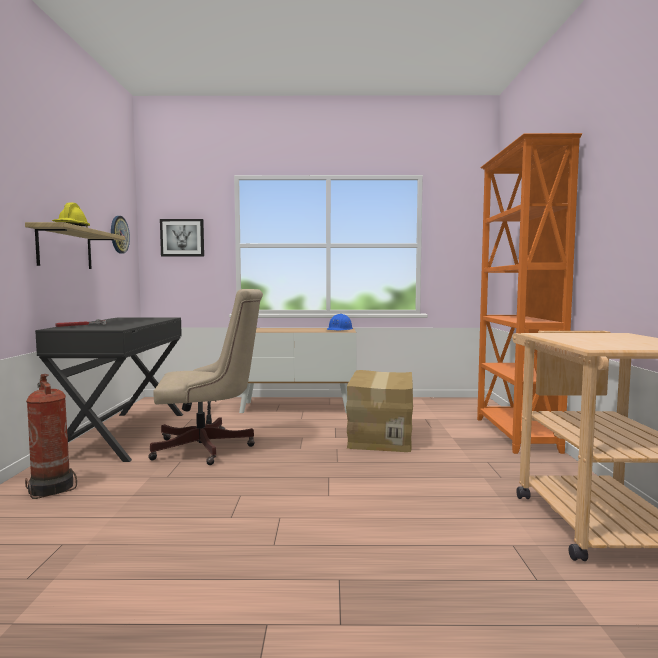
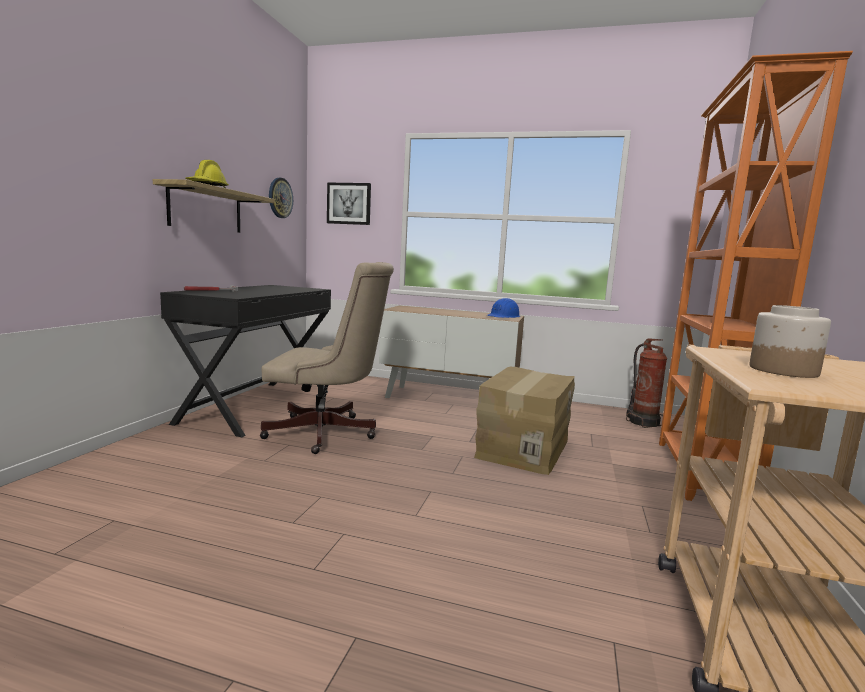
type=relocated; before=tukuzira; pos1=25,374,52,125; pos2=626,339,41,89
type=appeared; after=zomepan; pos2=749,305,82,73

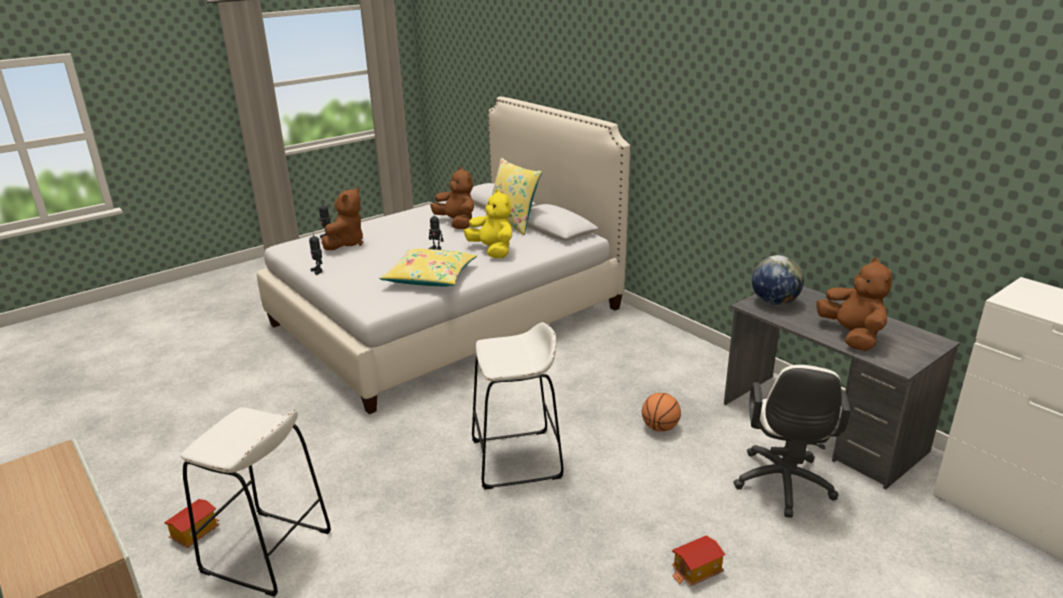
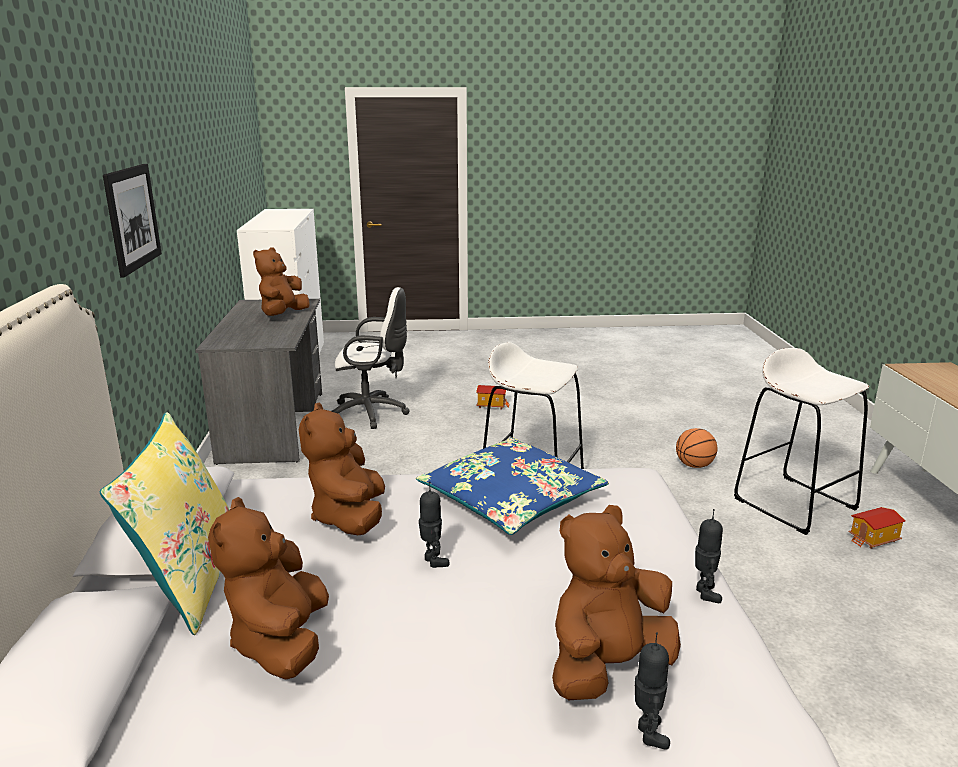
type=colour; before=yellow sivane; after=brown sivane; pos1=464,190,48,68; pos2=299,402,86,133
type=colour; before=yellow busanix; after=blue busanix; pos1=379,249,98,38; pos2=416,437,193,98
type=missing; before=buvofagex; pos1=752,255,52,51
type=spun; before=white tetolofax; pos1=733,365,118,153; pos2=332,287,78,142; turn=45
type=relocated; before=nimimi; pos1=642,393,39,39; pos2=676,428,41,40
type=appeared; after=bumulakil; pos2=103,164,59,113

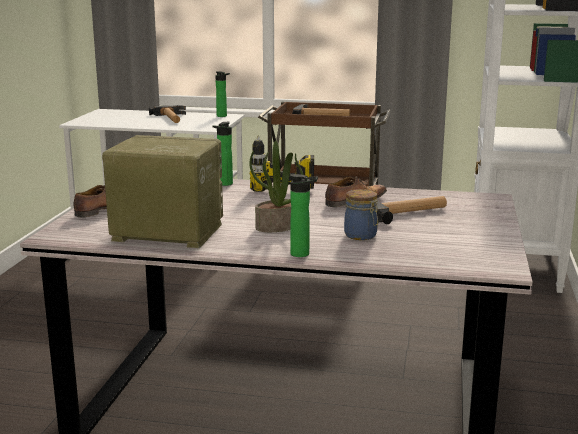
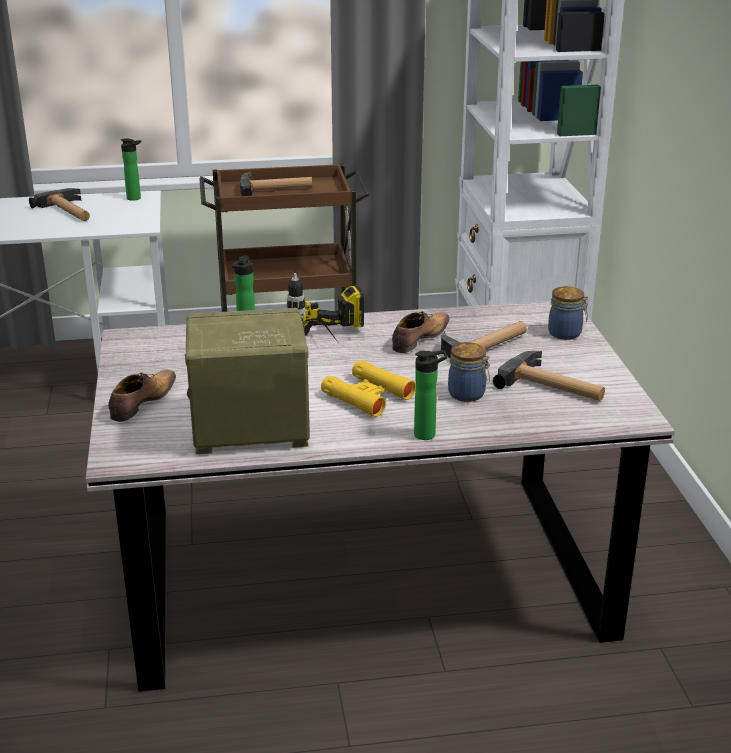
type=exchanged; before=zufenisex; after=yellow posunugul; pos1=249,141,55,91; pos2=321,360,95,57
type=appeared; after=zomepan; pos2=548,286,41,54
type=appeared; after=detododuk; pos2=493,351,112,50

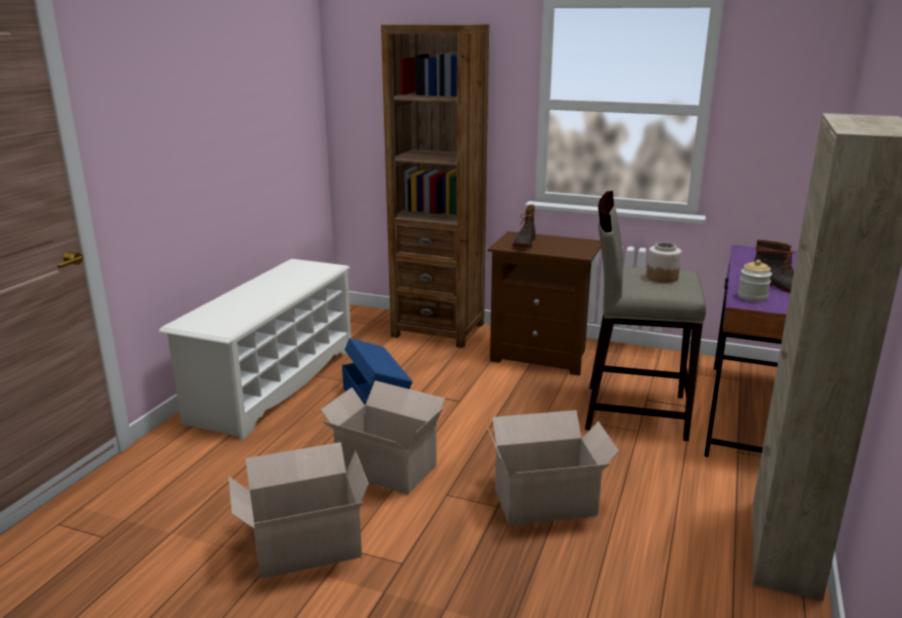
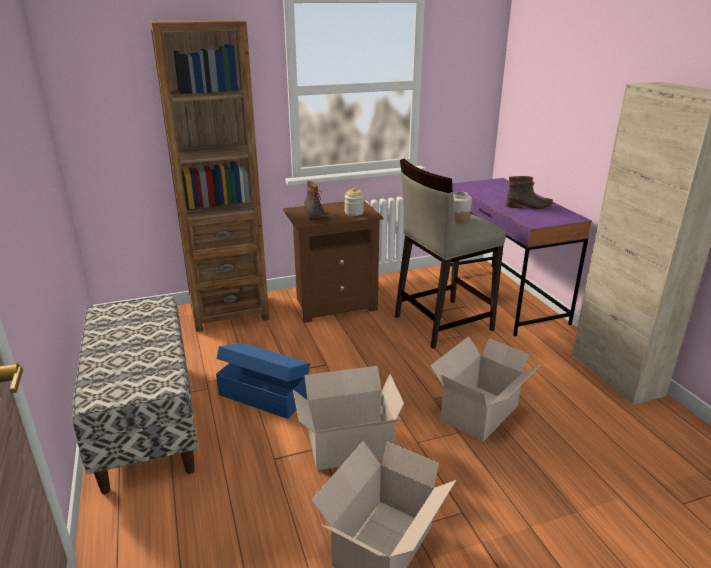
type=exchanged; before=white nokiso; after=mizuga; pos1=159,259,192,181; pos2=72,295,126,199
type=relocated; before=zomepan; pos1=738,260,34,42; pos2=344,188,20,28

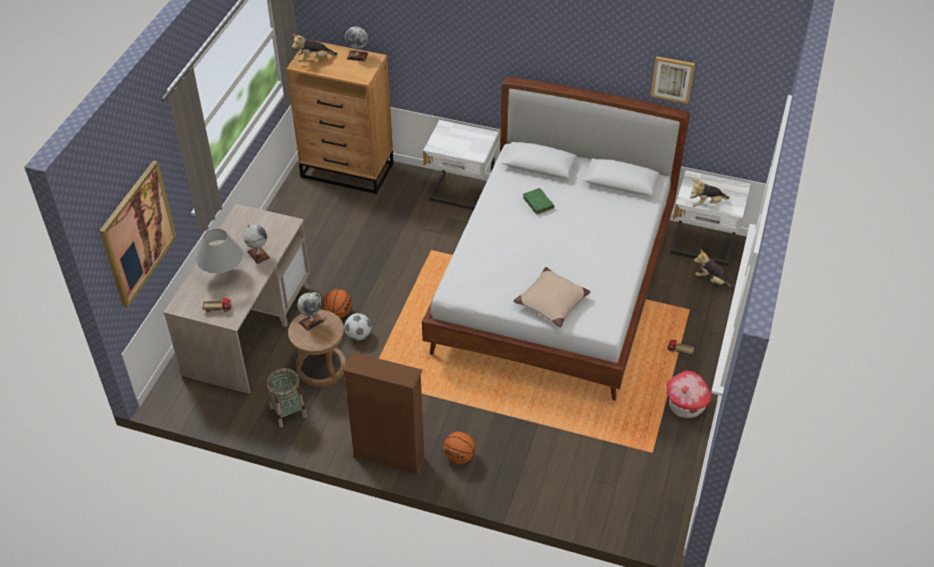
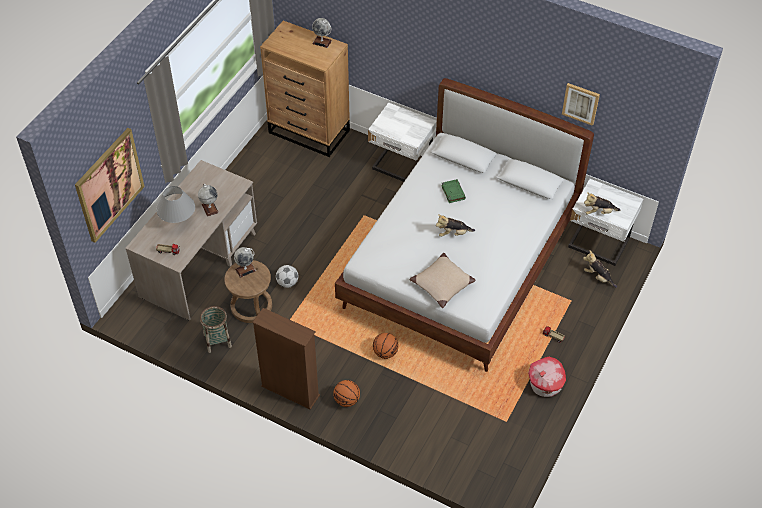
type=relocated; before=sivane; pos1=292,34,46,28; pos2=436,214,39,23
type=relocated; before=nimimi; pos1=323,289,29,29; pos2=373,333,26,26

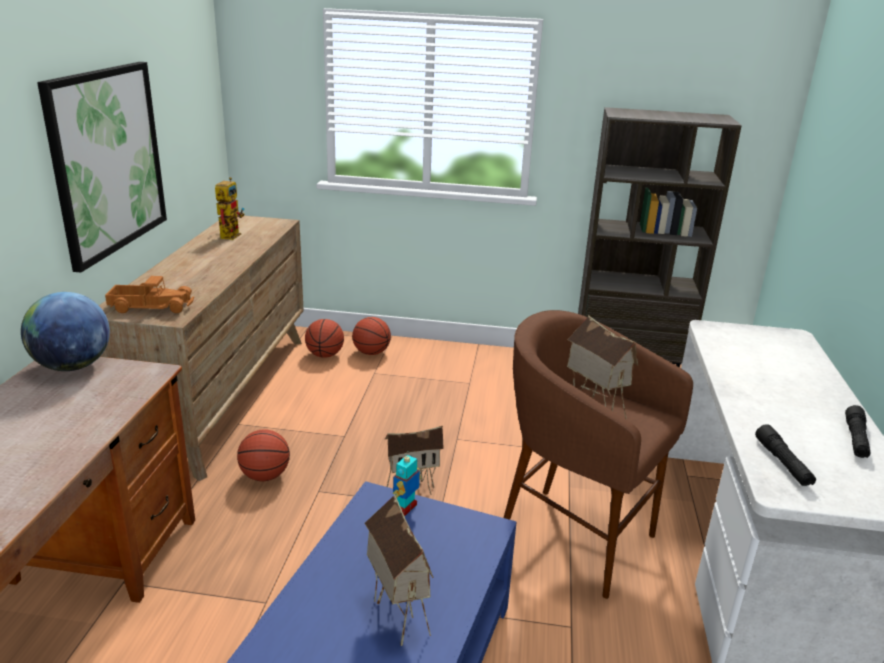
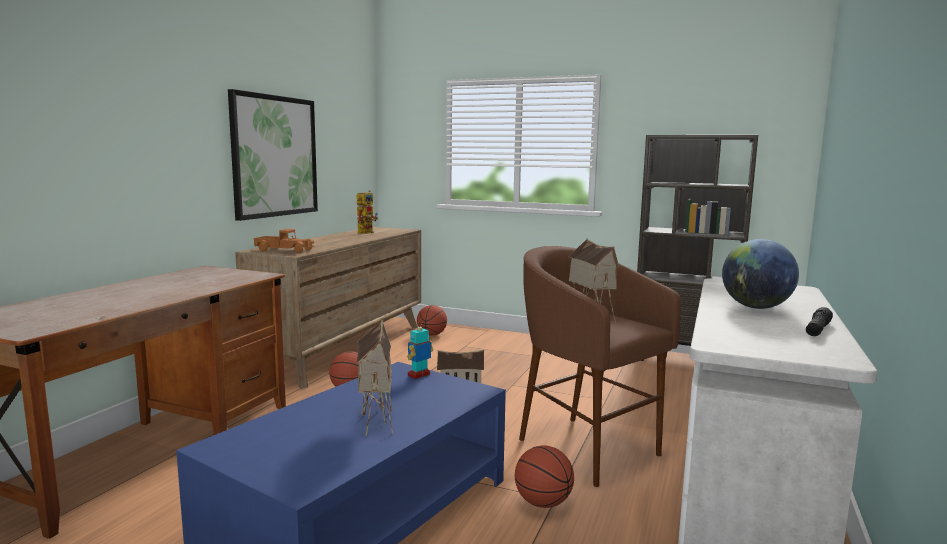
type=relocated; before=buvofagex; pos1=21,292,89,79; pos2=722,239,77,70
type=relocated; before=nimimi; pos1=352,317,39,38; pos2=515,445,59,63
type=missing; before=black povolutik; pos1=755,424,61,62

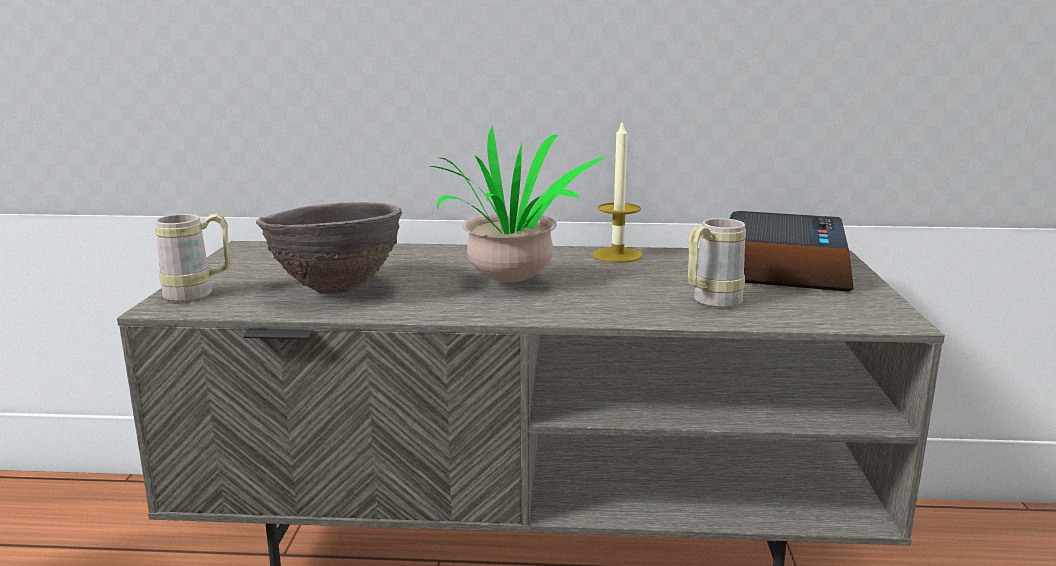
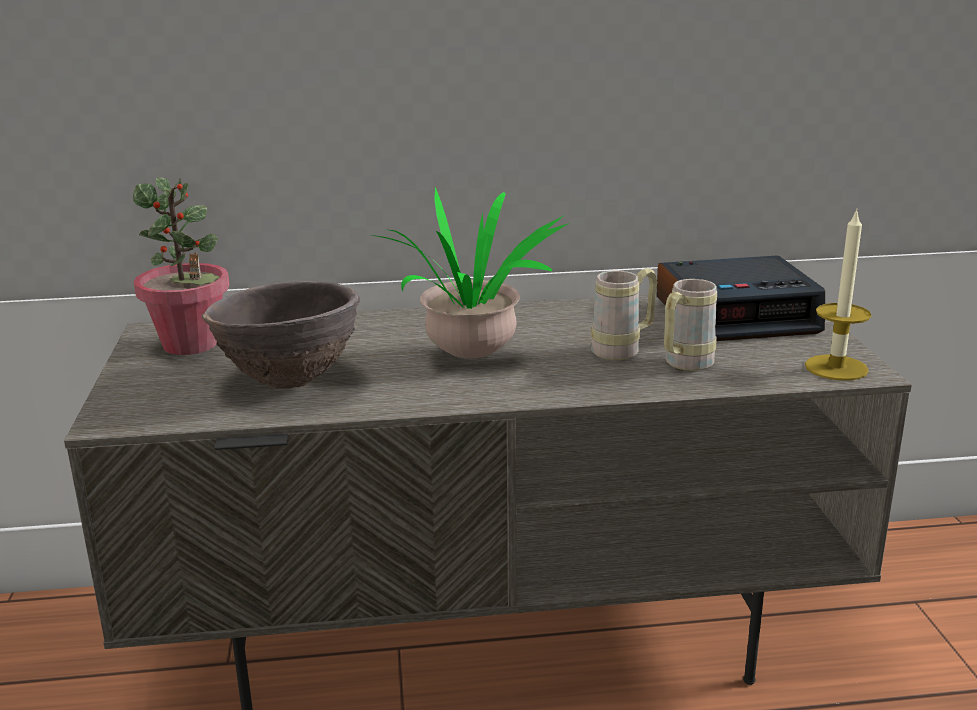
type=relocated; before=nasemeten; pos1=593,120,50,143; pos2=805,208,66,173
type=spun; before=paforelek; pos1=730,211,124,81; pos2=656,256,169,85; turn=75
type=relocated; before=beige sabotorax; pos1=155,213,75,89; pos2=591,268,66,92
type=appeared; after=zufenisex; pos2=133,177,97,178

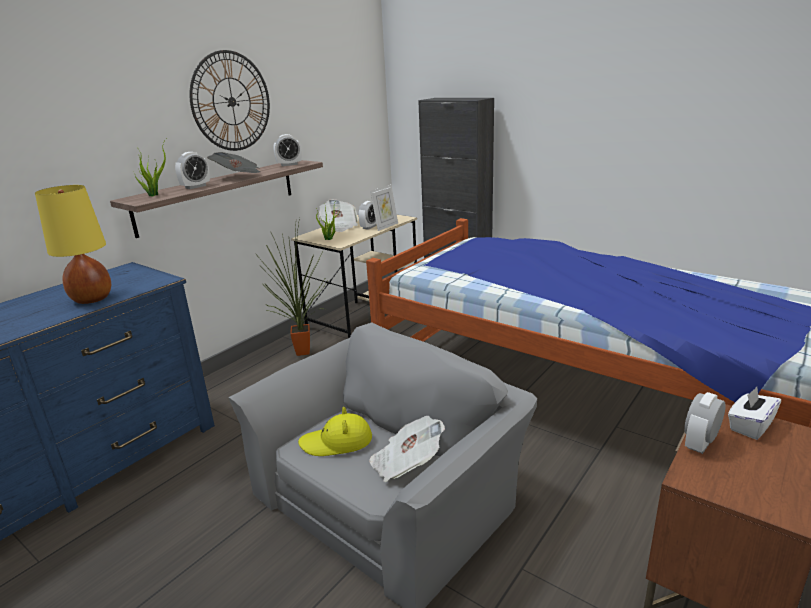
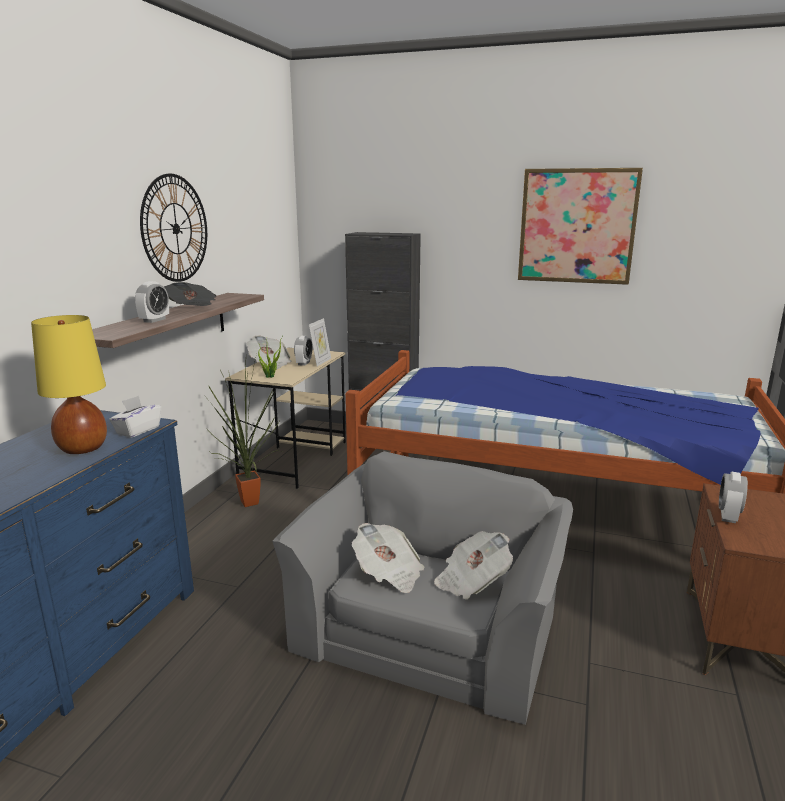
type=missing; before=paforelek; pos1=273,134,29,32
type=missing; before=zufenisex; pos1=133,139,33,58
type=relocated; before=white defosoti; pos1=728,387,53,53; pos2=109,395,52,43
type=exchanged; before=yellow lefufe; after=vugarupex; pos1=298,407,74,49; pos2=352,523,72,70
type=appeared; after=bumulakil; pos2=518,168,125,117

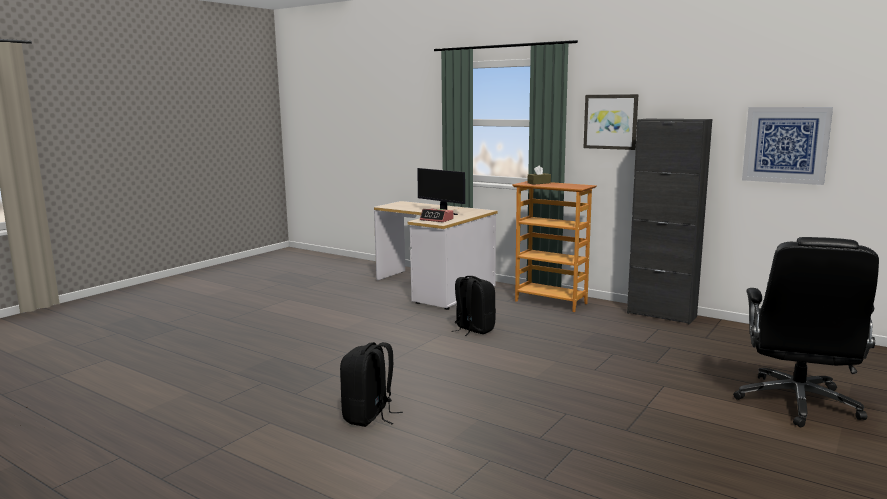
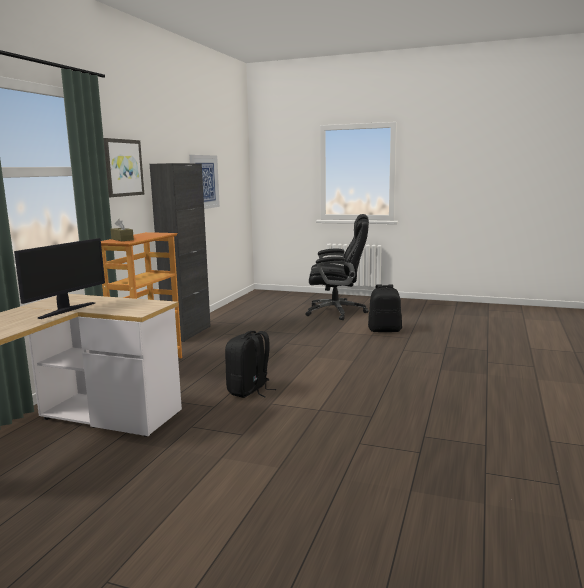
type=missing; before=paforelek; pos1=420,209,34,13
type=relocated; before=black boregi; pos1=340,342,63,85; pos2=368,284,34,48

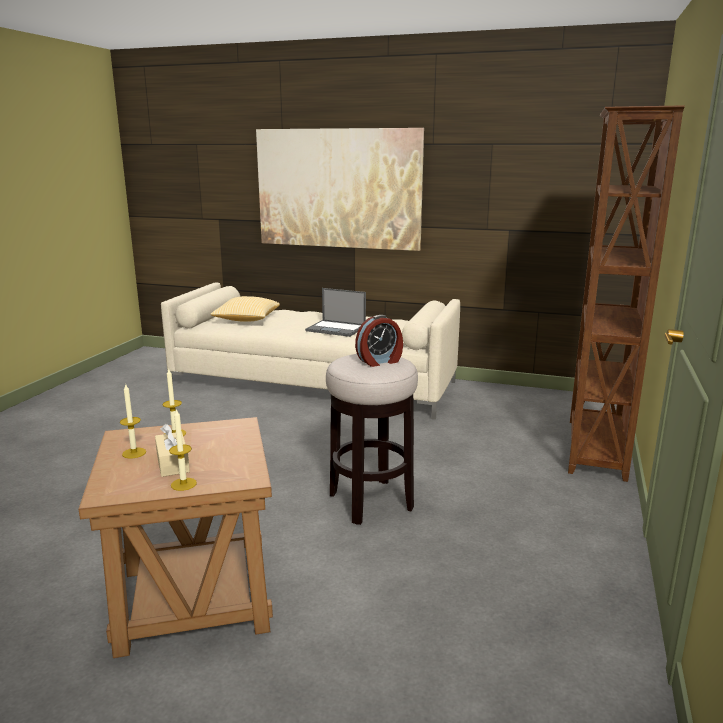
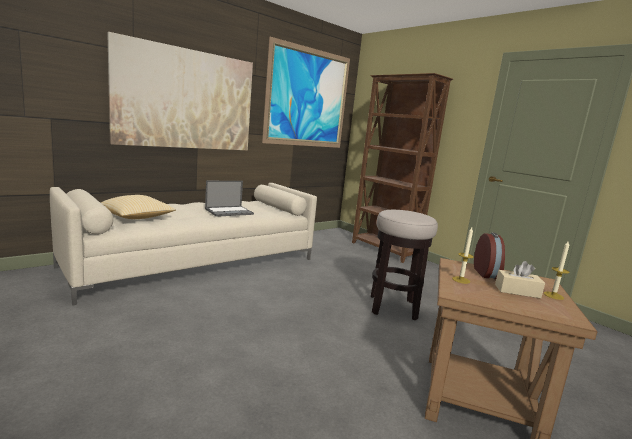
type=relocated; before=paforelek; pos1=355,315,48,52; pos2=474,232,31,47
type=missing; before=nasemeten; pos1=120,383,26,75
type=appeared; after=bumulakil; pos2=262,36,88,112

